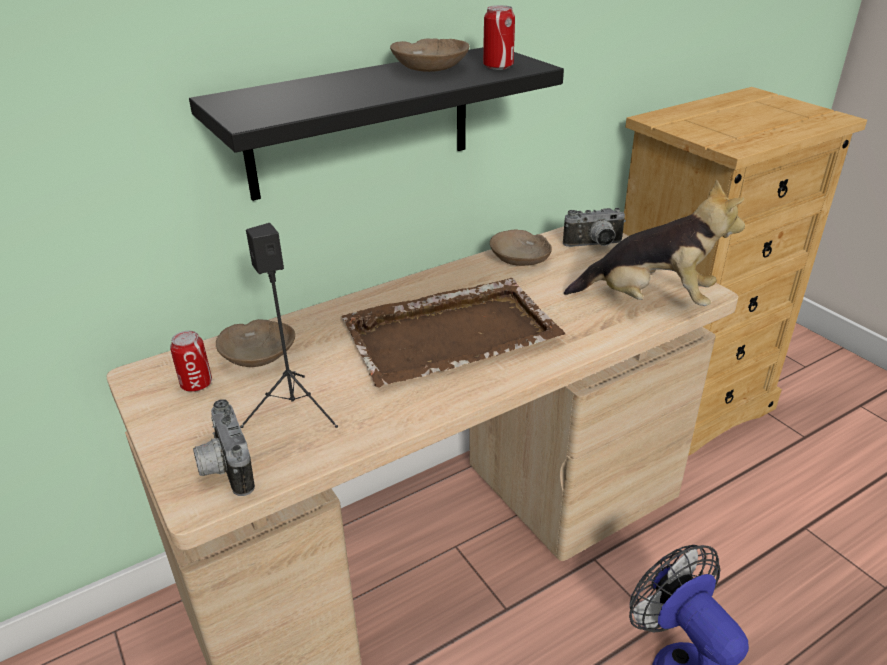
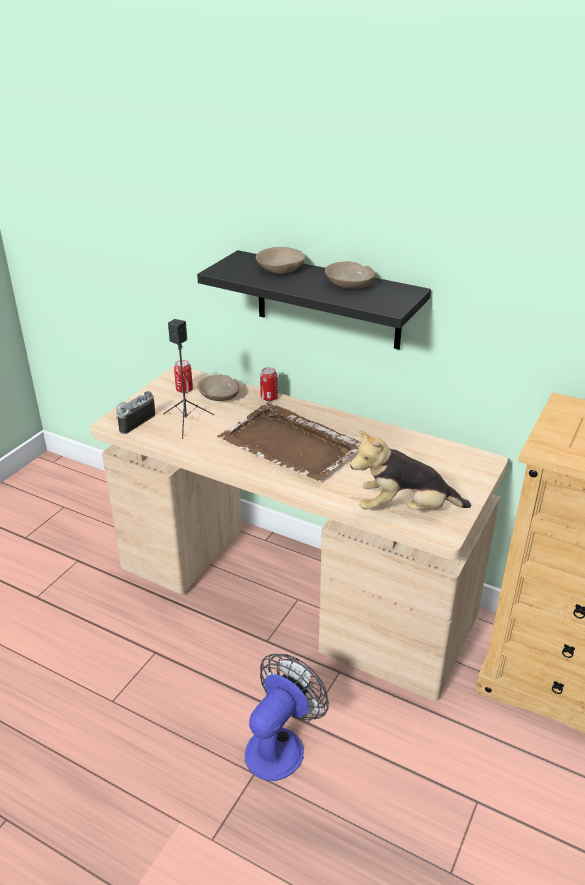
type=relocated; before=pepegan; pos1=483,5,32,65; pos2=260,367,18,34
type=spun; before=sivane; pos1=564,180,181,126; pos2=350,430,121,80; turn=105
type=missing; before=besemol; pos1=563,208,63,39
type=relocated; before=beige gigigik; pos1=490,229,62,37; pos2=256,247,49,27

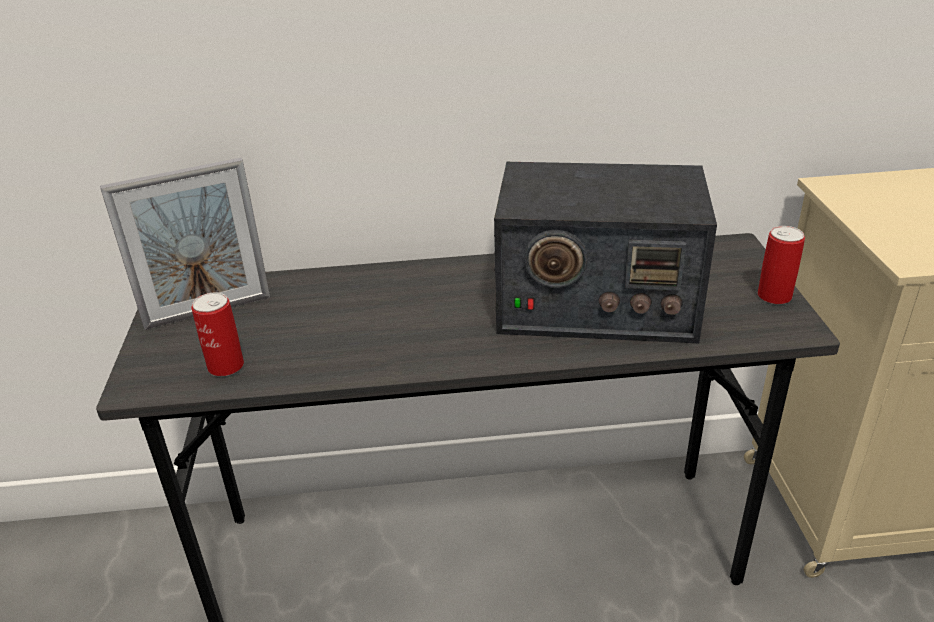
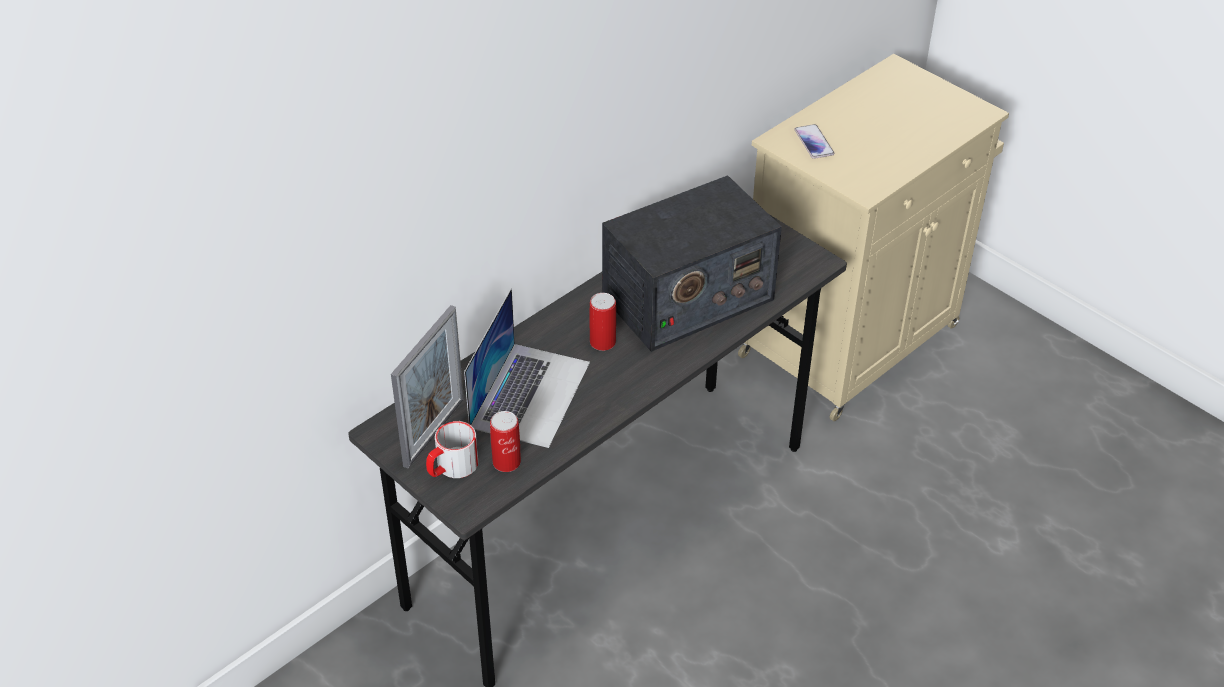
type=relocated; before=pepegan; pos1=758,226,47,78; pos2=589,293,27,58
type=appeared; after=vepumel; pos2=795,124,39,35
type=appeared; after=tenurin; pos2=464,289,126,159
type=appeared; after=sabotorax; pos2=426,421,52,57

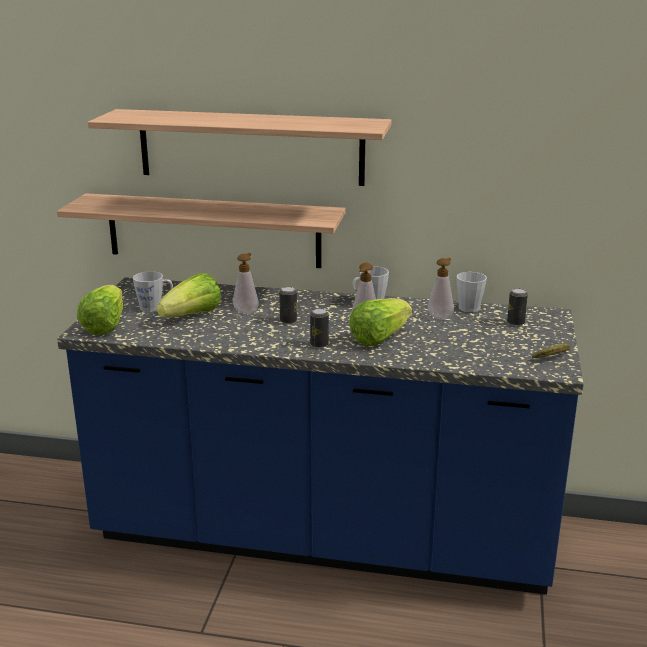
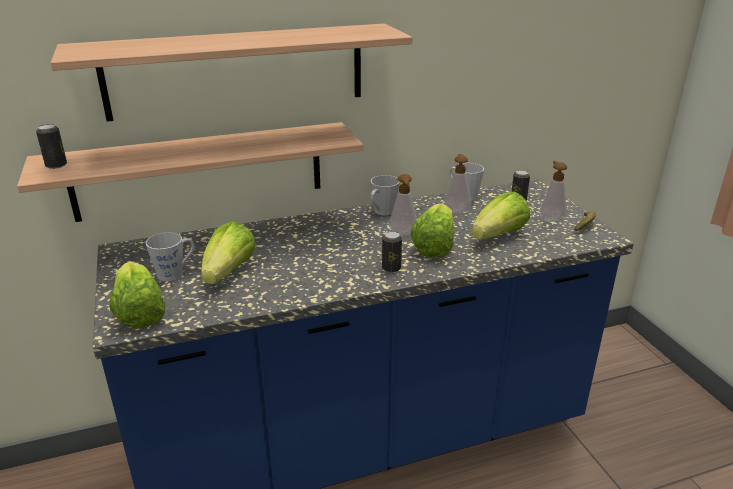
type=relocated; before=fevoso; pos1=233,253,26,61; pos2=540,161,27,61
type=relocated; before=pepegan; pos1=279,287,18,37; pos2=36,124,31,45
type=appeared; after=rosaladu; pos2=472,192,58,47

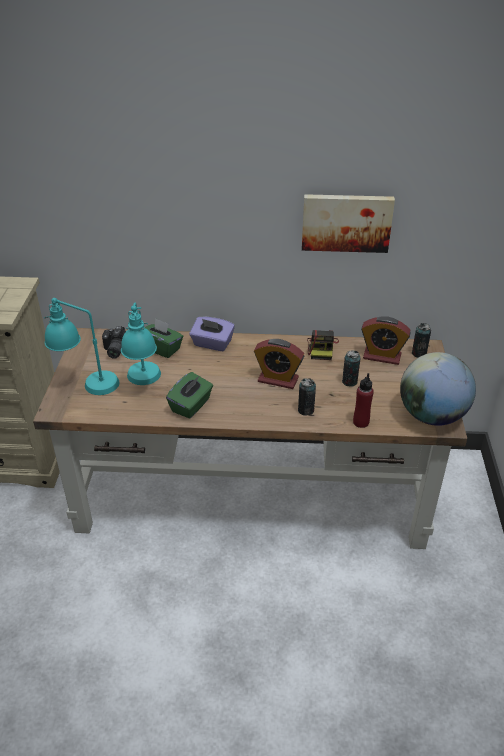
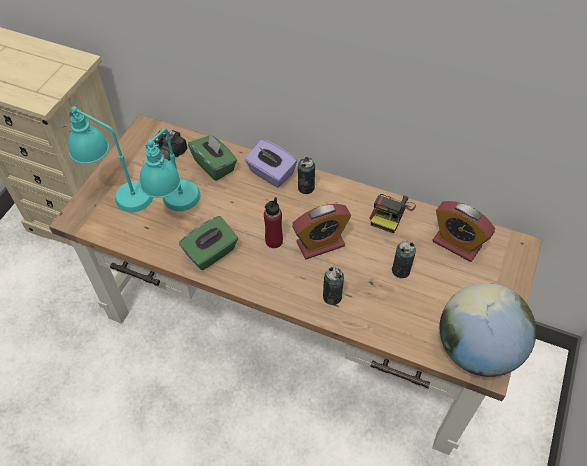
type=missing; before=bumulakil; pos1=302,194,93,59
type=relocated; before=pepegan; pos1=412,323,19,35; pos2=298,157,17,37
type=spun; before=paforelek; pos1=254,339,50,50; pos2=292,204,59,55; turn=-60
type=relocated; before=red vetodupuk; pos1=353,373,21,55; pos2=264,197,19,51

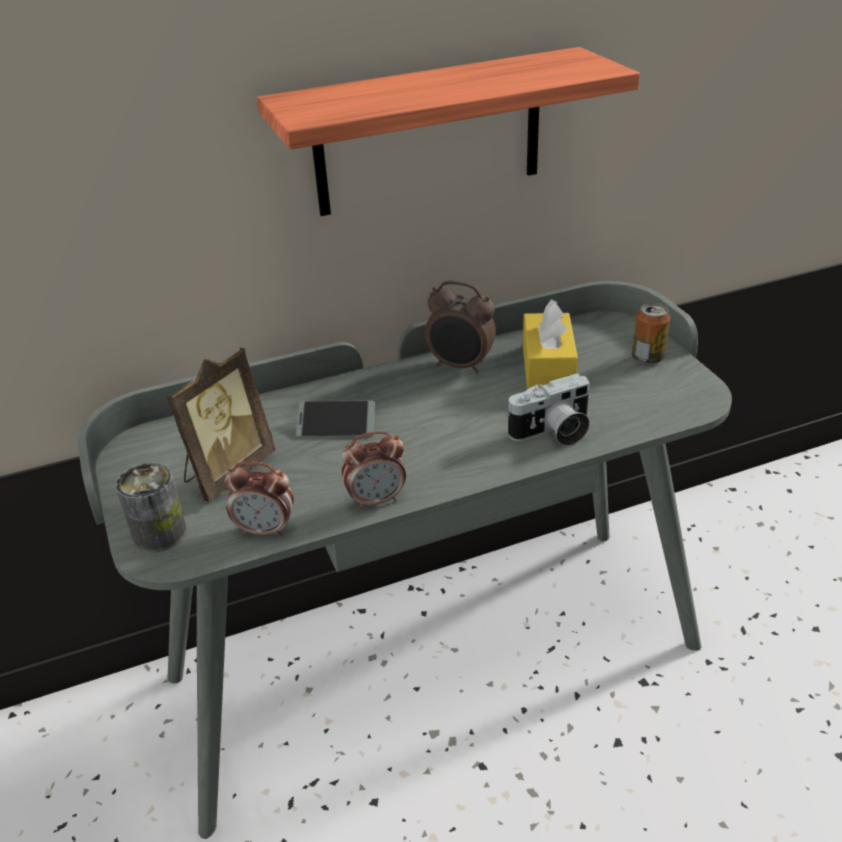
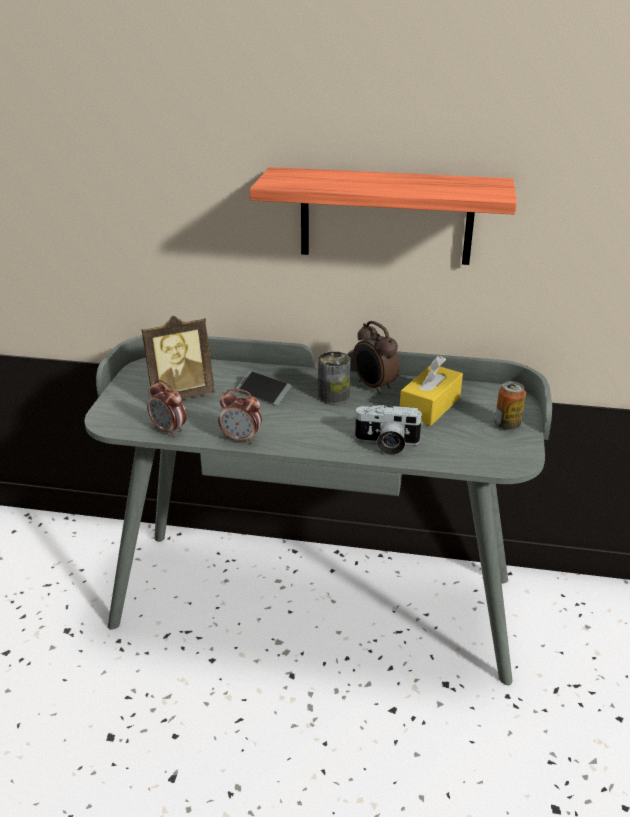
type=relocated; before=pepegan; pos1=116,462,70,90; pos2=318,351,33,54

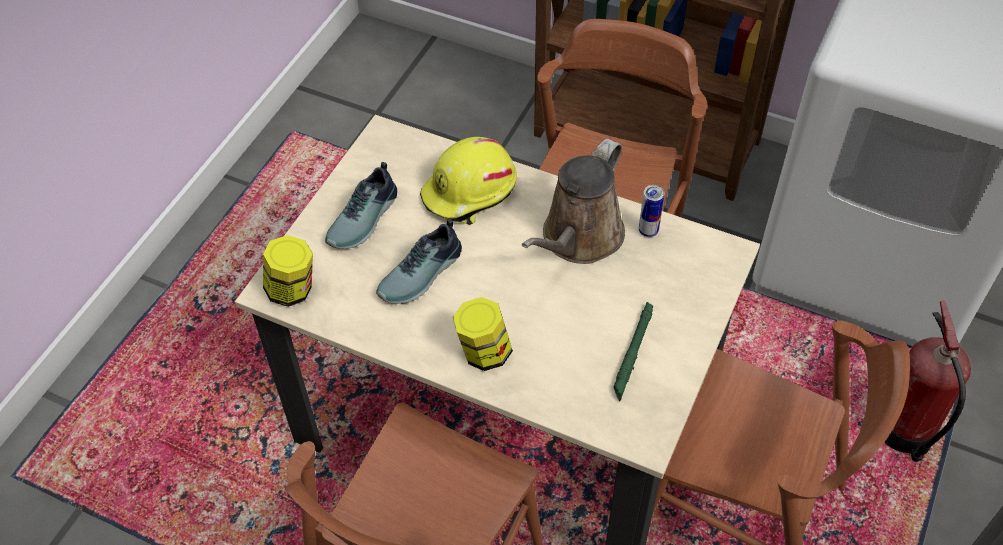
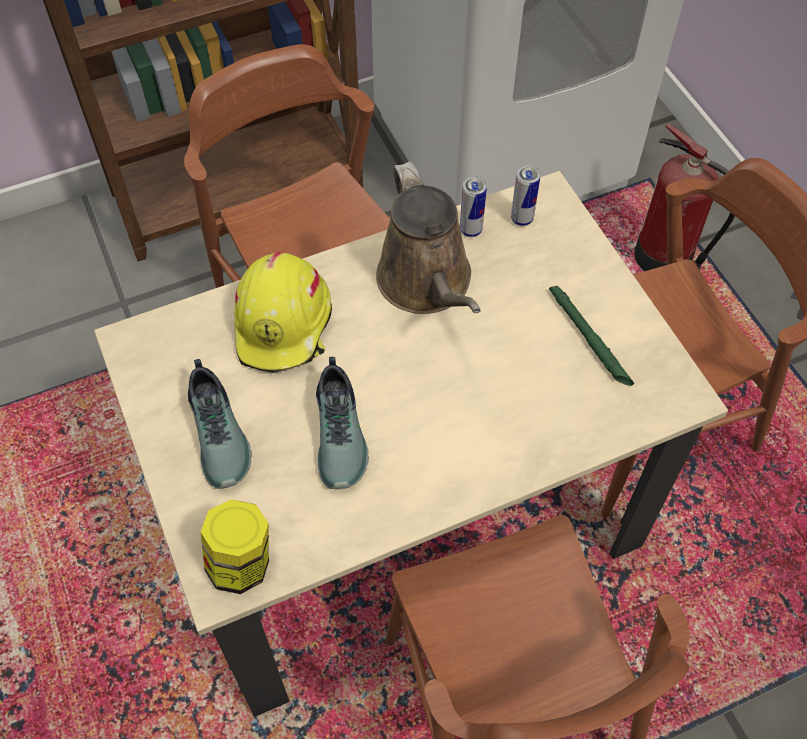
type=missing; before=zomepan; pos1=453,297,60,74
type=appeared; after=pepegan; pos2=511,165,30,61

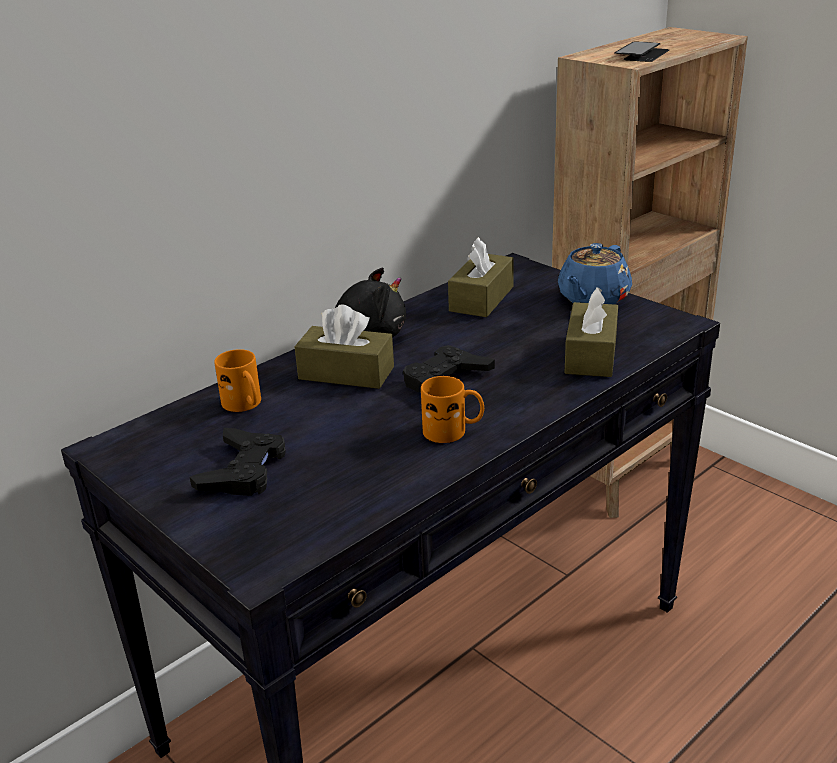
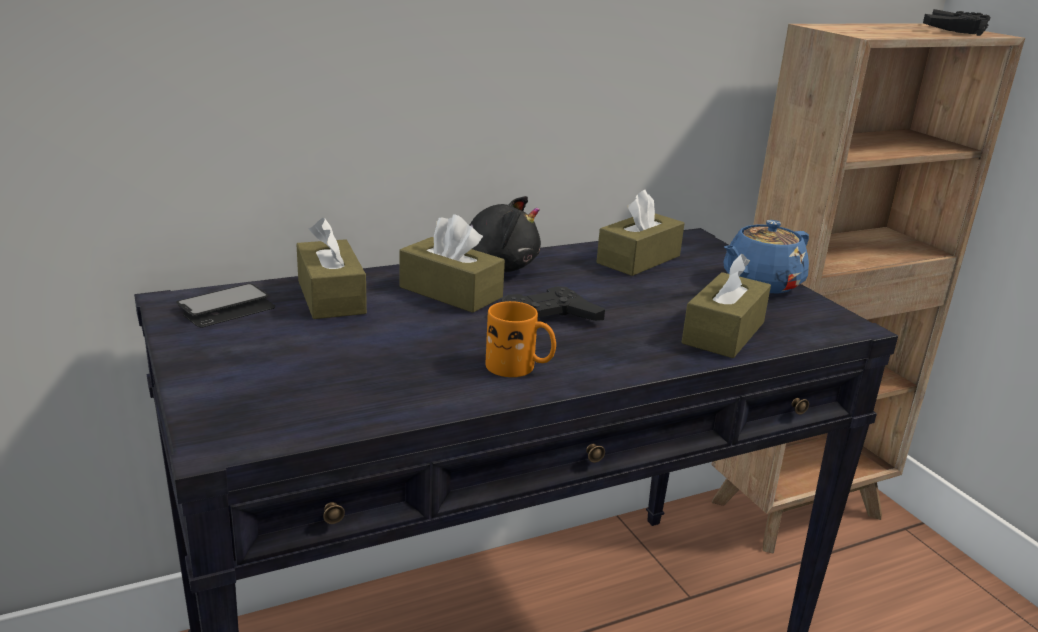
type=relocated; before=vepumel; pos1=614,42,55,20; pos2=176,284,99,44
type=exchanged; before=orange sabotorax; after=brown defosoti; pos1=214,349,47,63; pos2=296,218,71,101
type=relocated; before=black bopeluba; pos1=190,428,96,68; pos2=923,9,68,27

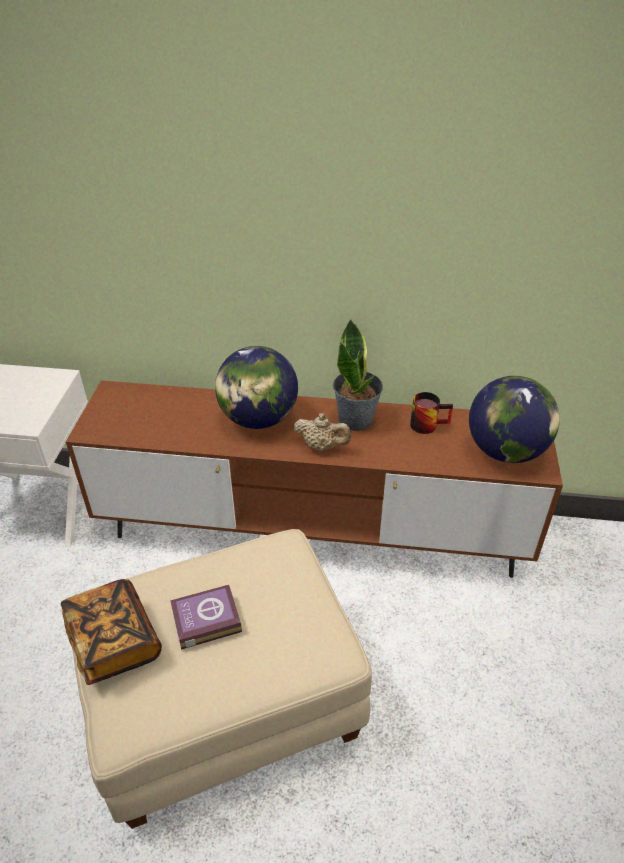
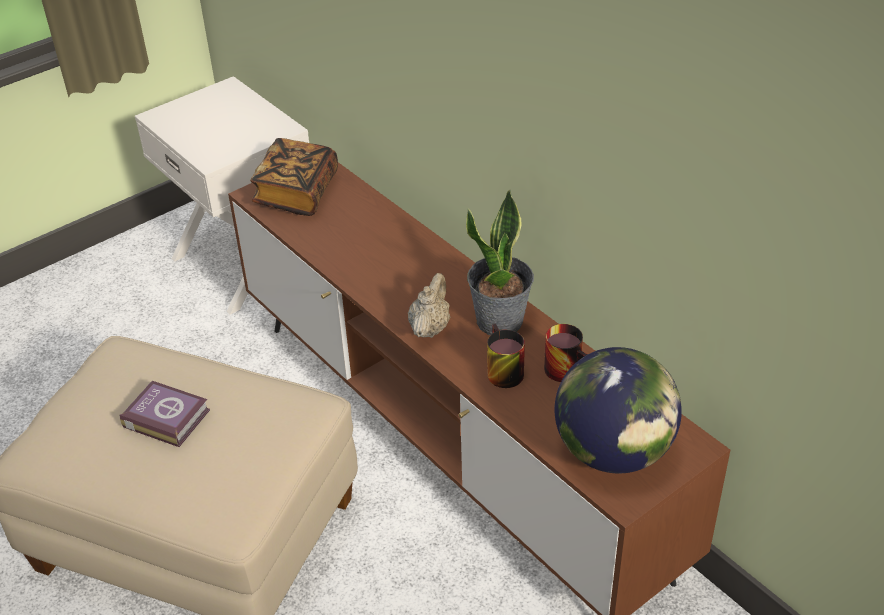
type=missing; before=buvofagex; pos1=215,346,83,83
type=spun; before=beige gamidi; pos1=294,413,58,38; pos2=408,273,42,65; turn=-135
type=relocated; before=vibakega; pos1=61,579,101,106; pos2=250,138,88,78
type=appeared; after=sabotorax; pos2=487,324,38,64

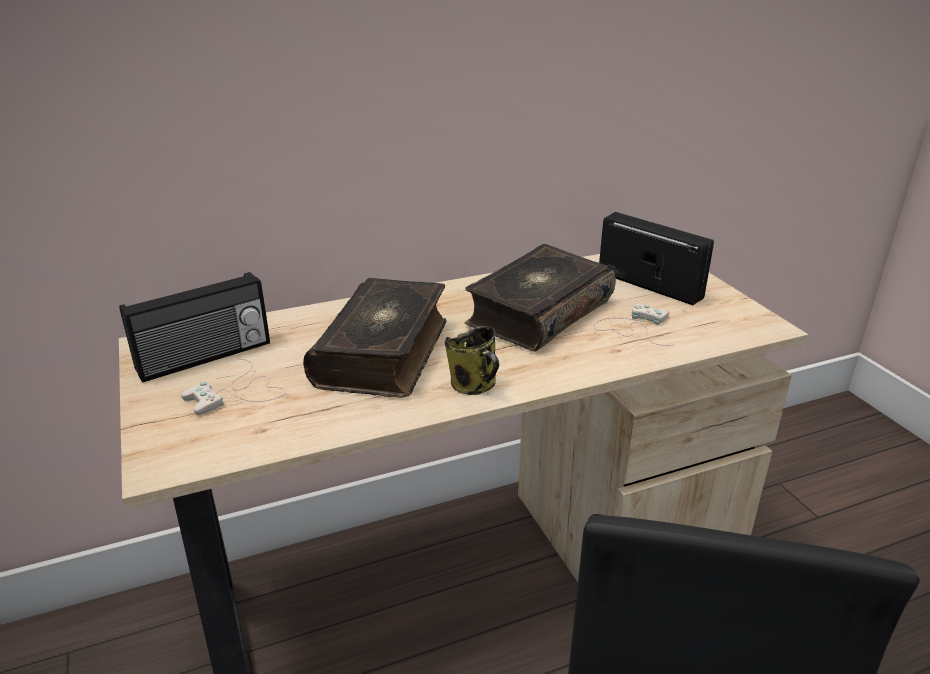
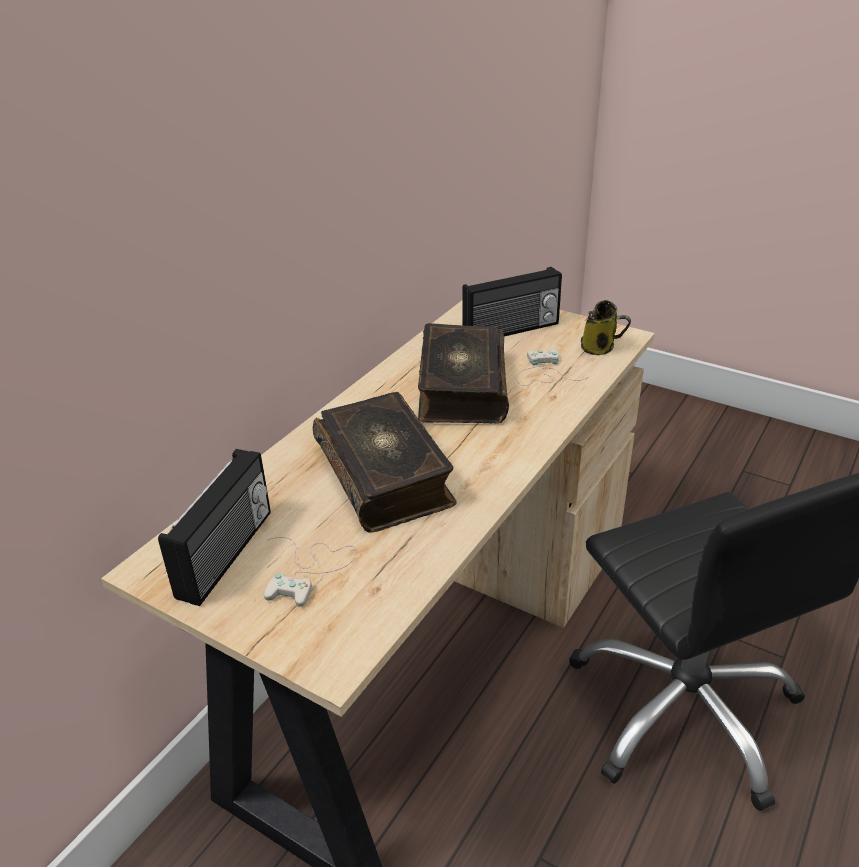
type=spun; before=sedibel; pos1=599,212,115,93; pos2=462,267,100,69; turn=150
type=relocated; before=sabotorax; pos1=445,326,54,69; pos2=581,300,50,55

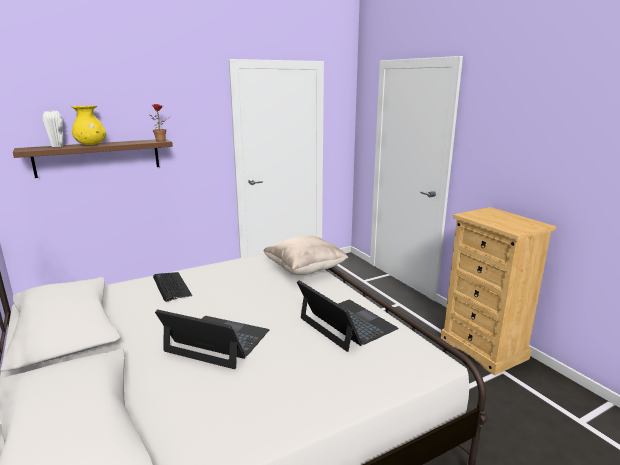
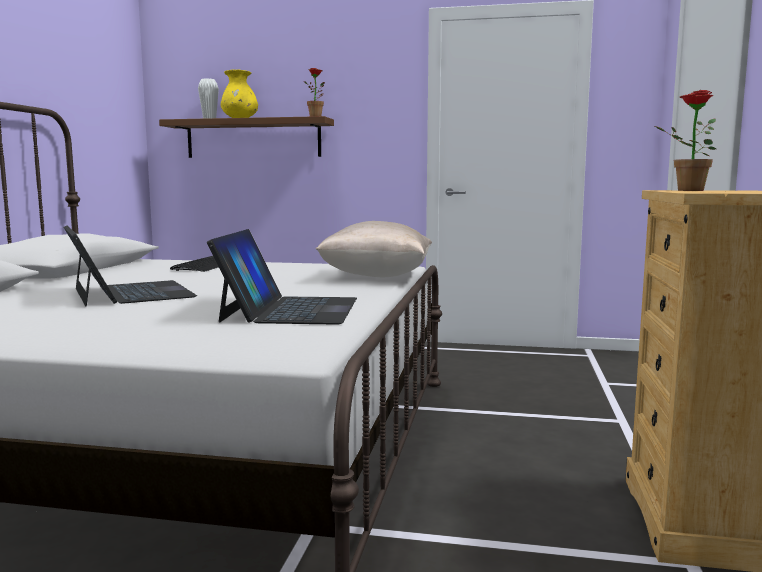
type=appeared; after=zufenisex; pos2=655,90,61,101

